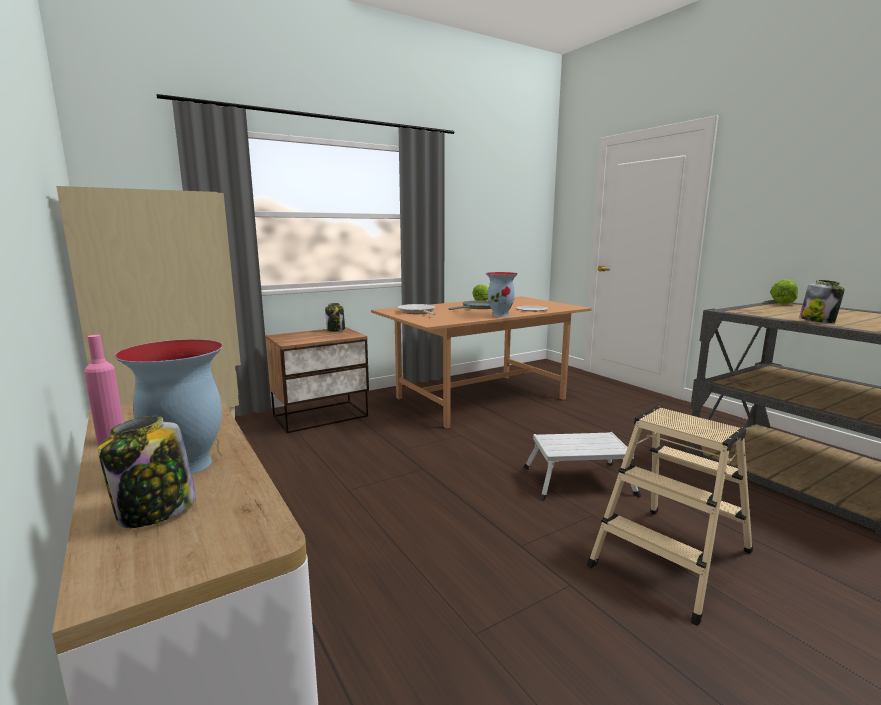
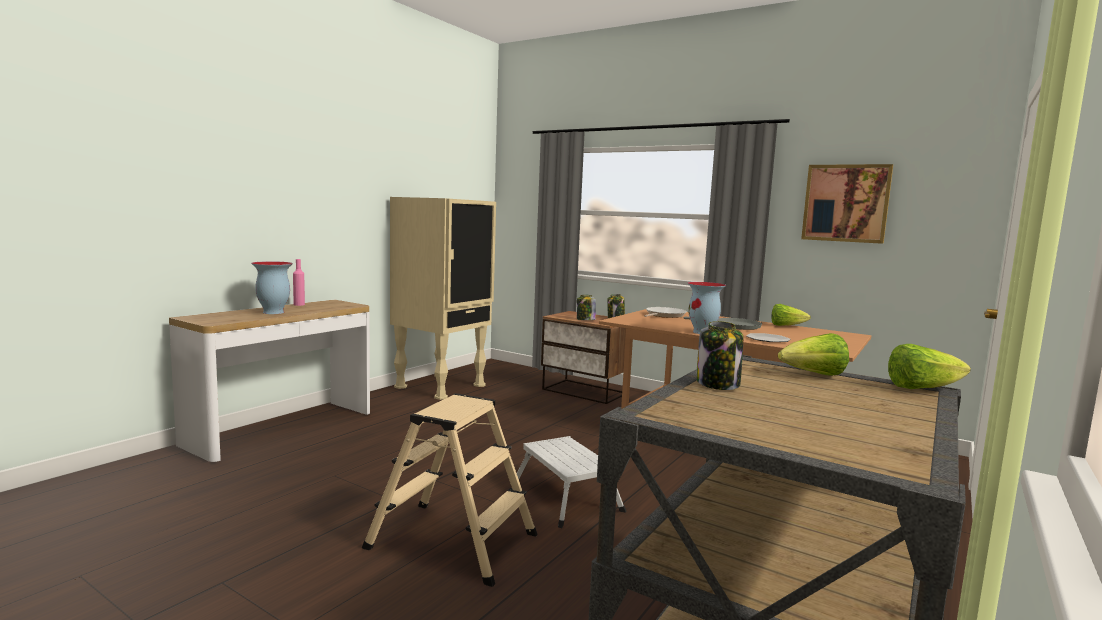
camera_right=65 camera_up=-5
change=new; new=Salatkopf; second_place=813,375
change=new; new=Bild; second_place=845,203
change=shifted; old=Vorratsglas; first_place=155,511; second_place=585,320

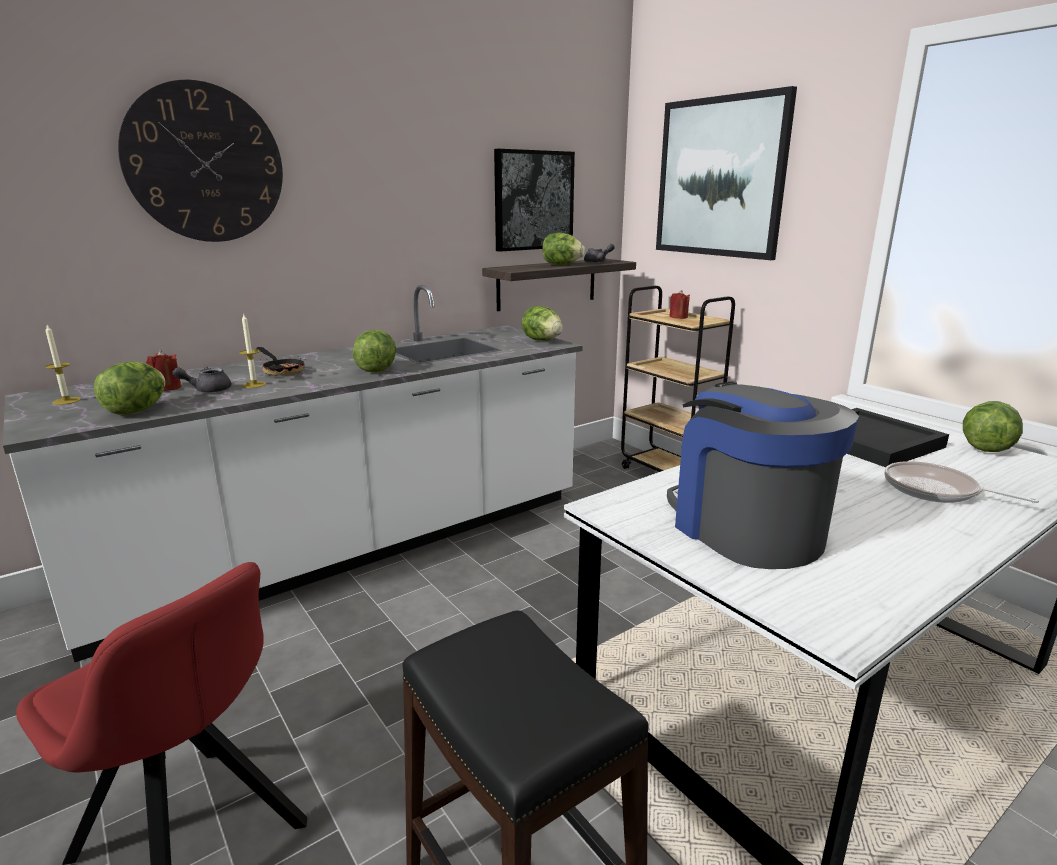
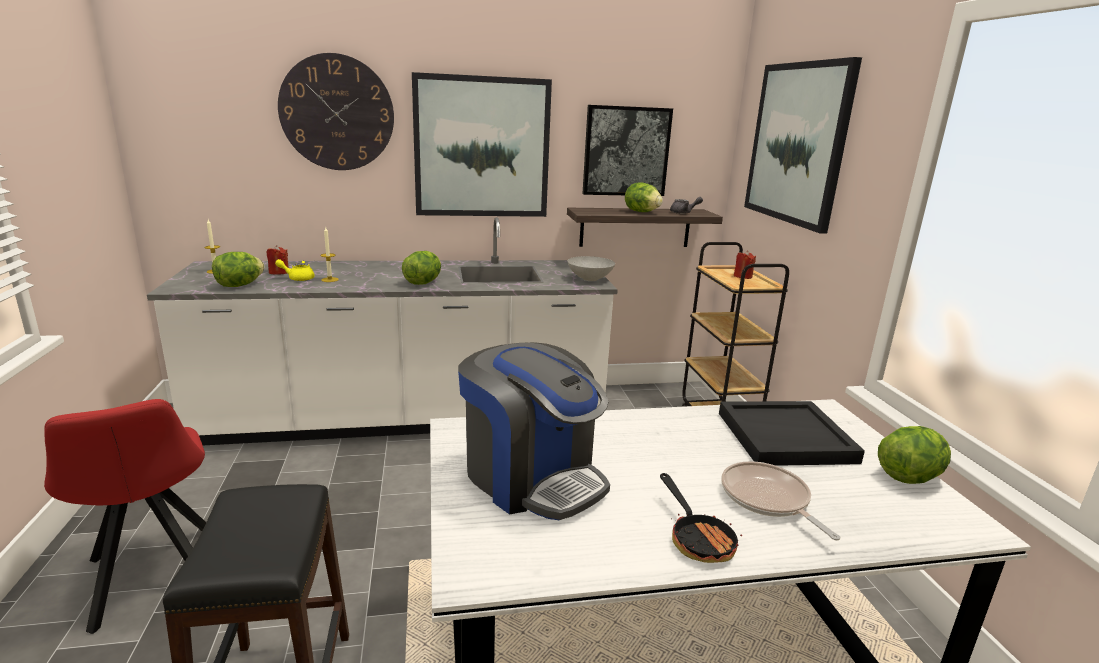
camera_right=25 camera_up=0
change=new; new=Bild; second_place=482,148
change=shifted; old=Pfanne; first_place=281,371; second_place=697,538
change=swapped; old=Salatkopf; new=Schüssel [grau]; first_place=542,340; second_place=590,279
change=repainted; old=Teekanne [grau]; new=Teekanne [gelb]; first_place=207,390; second_place=298,278
change=rotated; old=Kaffeemaschine; first_place=745,528; second_place=532,477; degrees=135

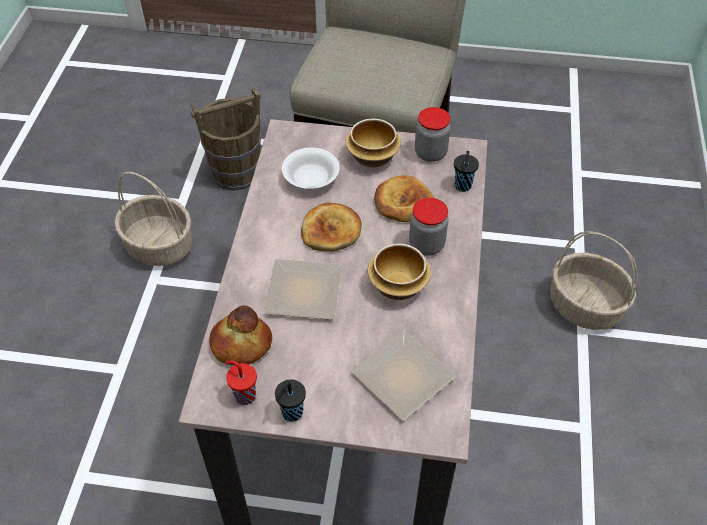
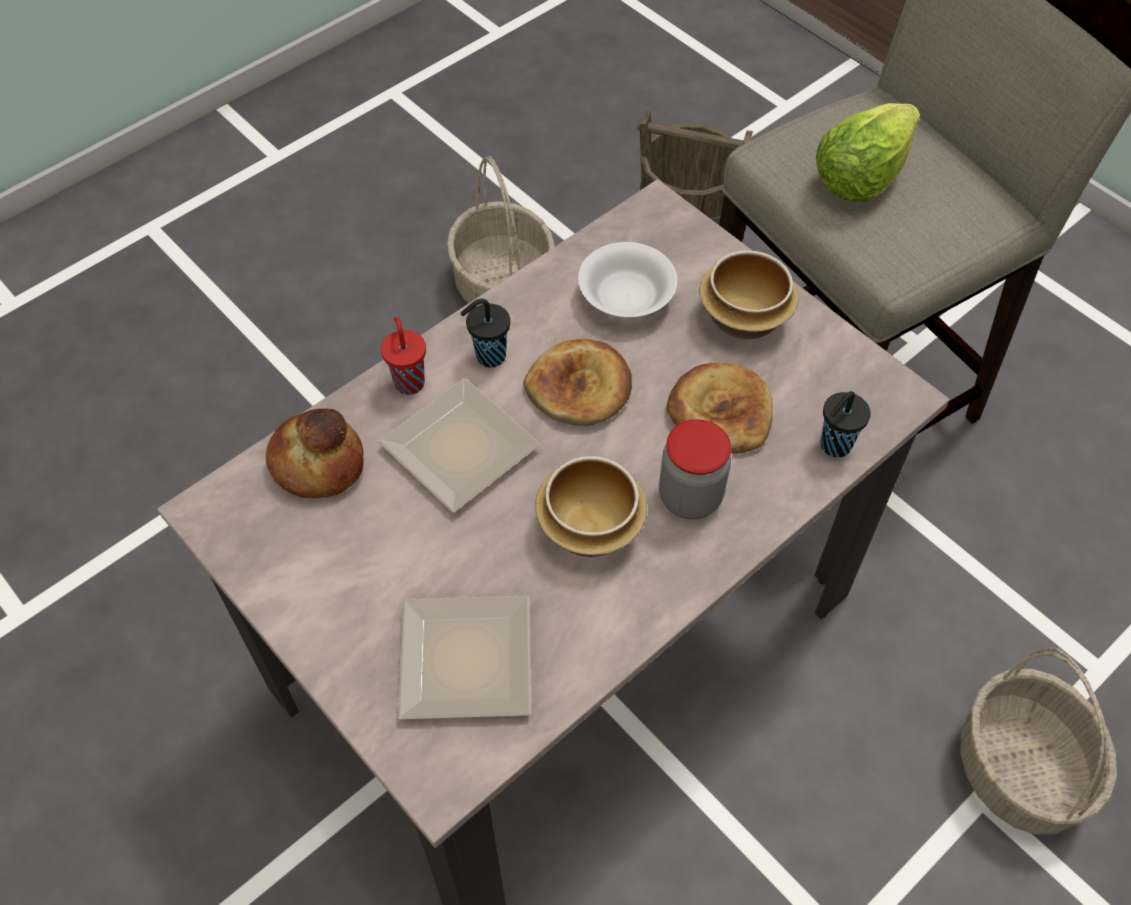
camera_right=40 camera_up=5
change=gone; old=Vorratsglas; first_place=430,153
change=new; new=Salatkopf; second_place=860,177
change=shifted; old=Tasse [rot]; first_place=244,395; second_place=409,381
change=shifted; old=Tasse [schwarz]; first_place=291,413; second_place=488,356

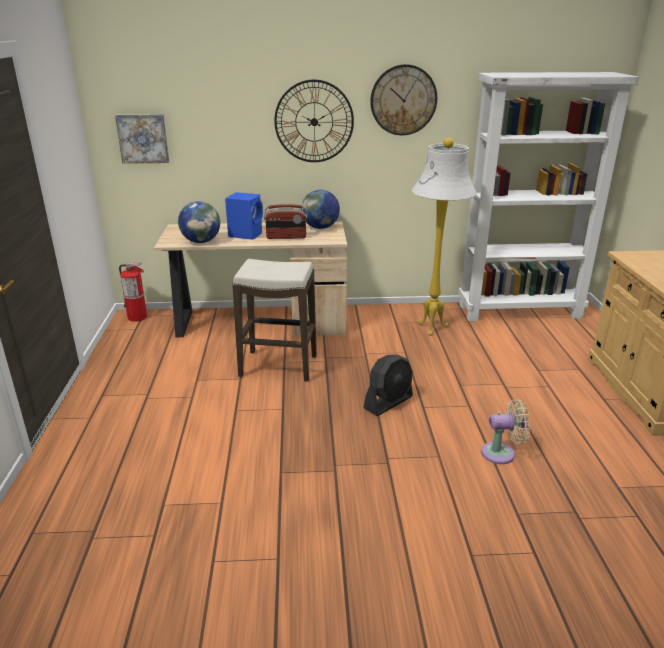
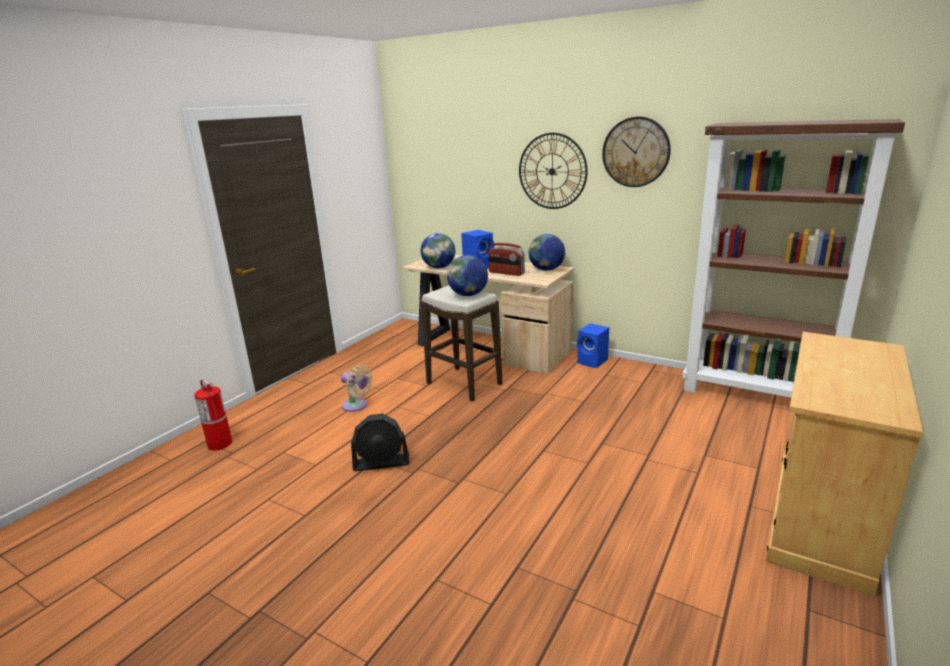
camera_right=35 camera_up=-5
change=gone; old=Bild; first_place=143,138
change=gone; old=Stehlampe [weiß]; first_place=432,329
change=new; new=Globus; second_place=468,295
change=new; new=Lautsprecher [blau]; second_place=593,362
change=shifted; old=Feuerlöscher; first_place=137,317; second_place=220,444
change=shifted; old=Ventilator [schwarz]; first_place=388,402; second_place=381,463
change=shifted; old=Ventilator [beige]; first_place=502,453; second_place=357,406
change=repainted; old=Bücherregal [weiß]; new=Bücherregal [braun]; first_place=520,311; second_place=757,394

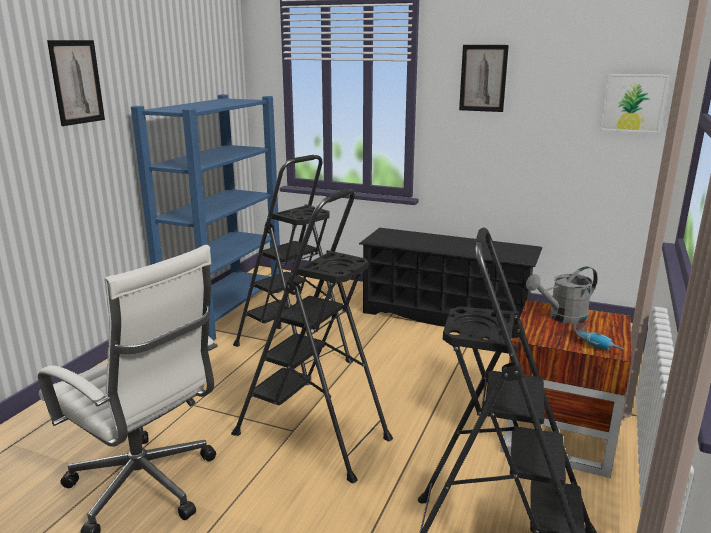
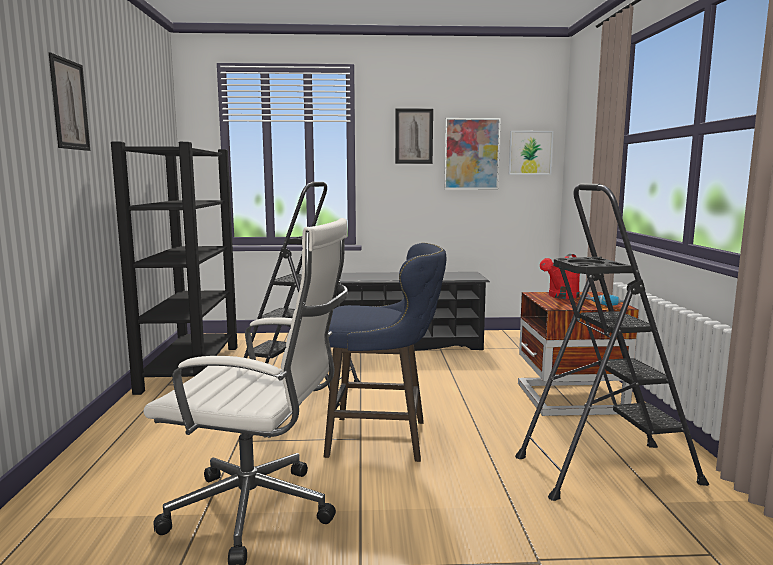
camera_right=-25 camera_up=-10
change=new; new=Bild; second_place=471,154
change=swapped; old=Trittleiter; new=Hocker [blau]; first_place=313,436; second_place=383,438
change=repainted; old=Bücherregal [blau]; new=Bücherregal [schwarz]; first_place=224,309; second_place=190,368
change=repainted; old=Gießkanne [grau]; new=Gießkanne [rot]; first_place=562,317; second_place=561,296

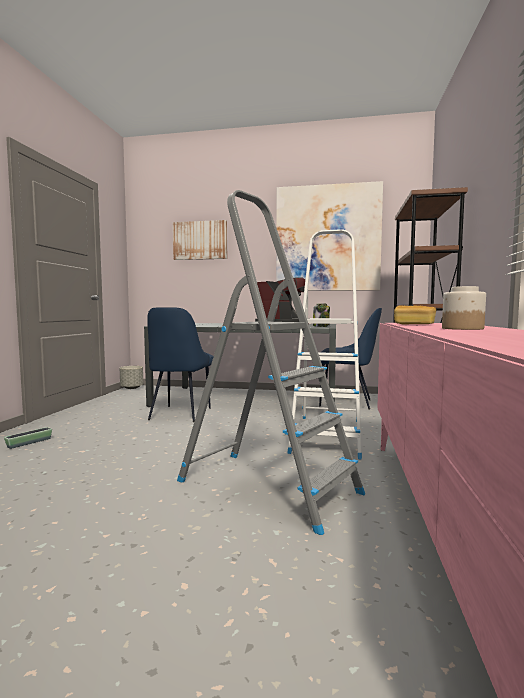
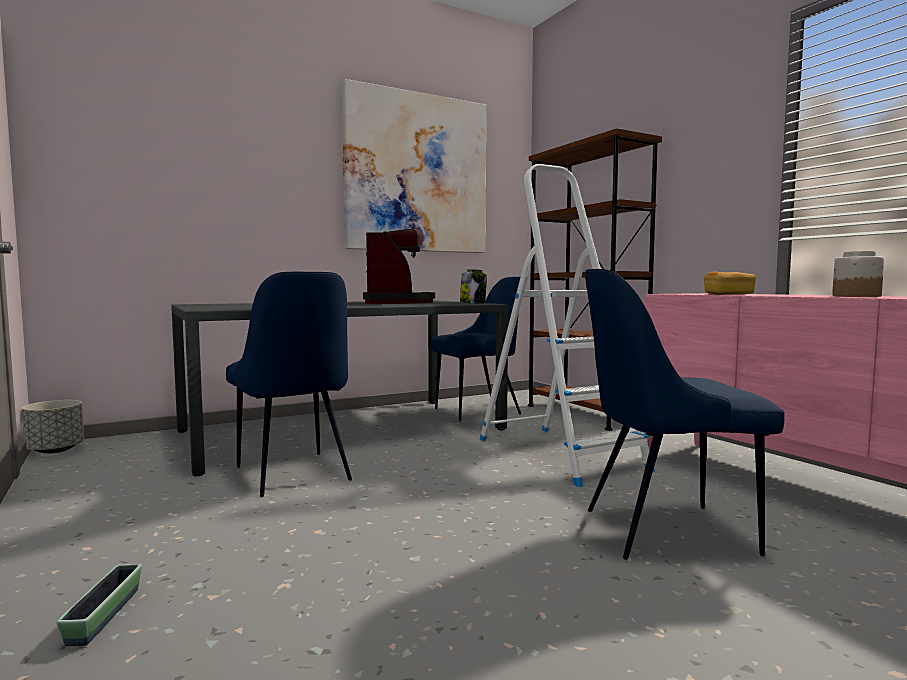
camera_right=-40 camera_up=0
change=gone; old=Bild; first_place=200,240
change=swapped; old=Trittleiter [grau]; new=Stuhl [blau]; first_place=268,487; second_place=667,531

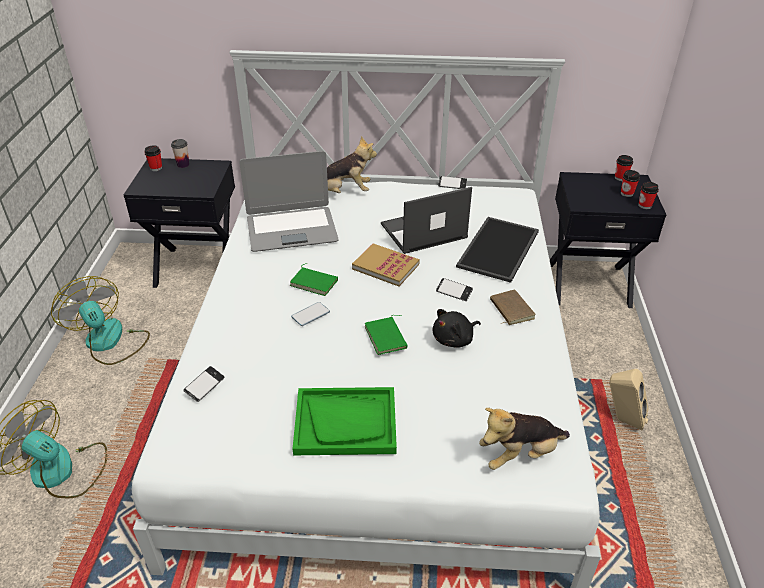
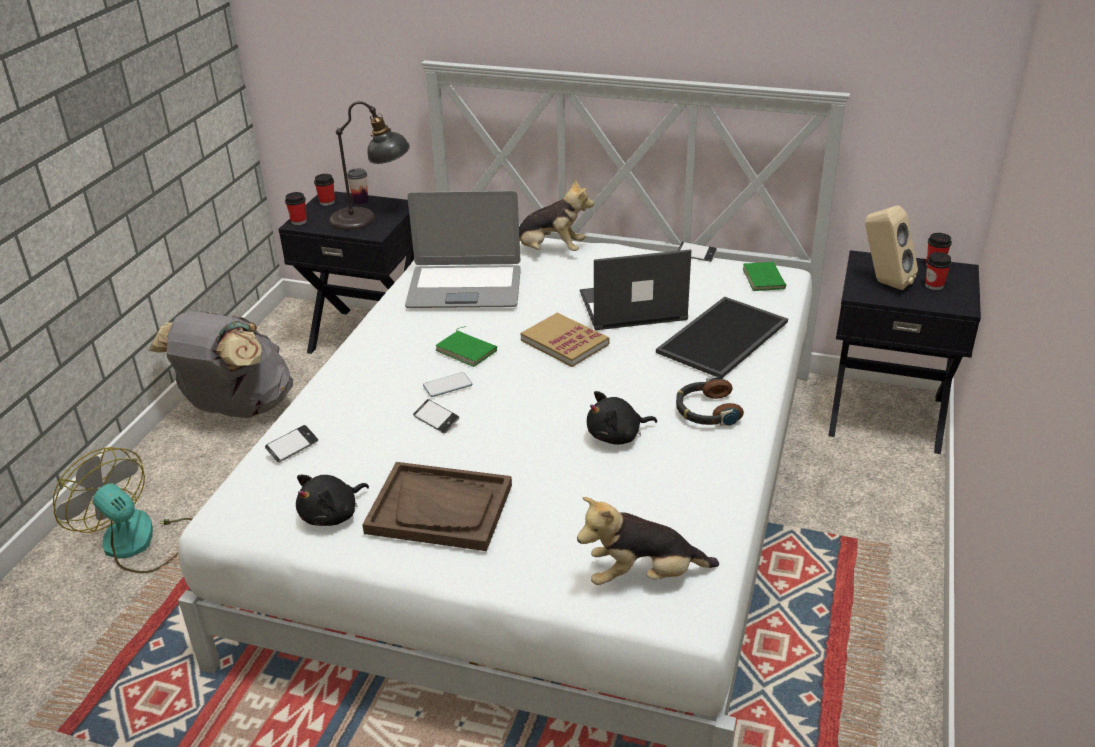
camera_right=15 camera_up=-5
change=new; new=Plüschtier [schwarz]; second_place=332,515
change=new; new=Tischlampe [grau]; second_place=372,216
change=shifted; old=Buch [grün]; first_place=387,337; second_place=765,279
change=shifted; old=Handy; first_place=454,292; second_place=436,420
change=shifted; old=Lautsprecher [beige]; first_place=622,419; second_place=883,283
change=shifted; old=Tasse; first_place=644,205; second_place=299,221
change=swapped; old=Ventilator; new=Rucksack [grau]; first_place=109,342; second_place=236,409
change=swapped; old=Buch [braun]; new=Kopfhörer; first_place=510,309; second_place=706,411
change=repainted; old=Tablett [grün]; new=Tablett [braun]; first_place=346,423; second_place=440,509

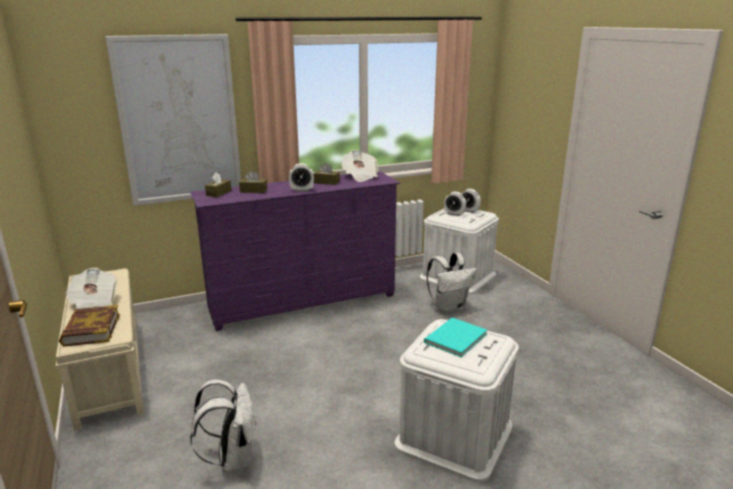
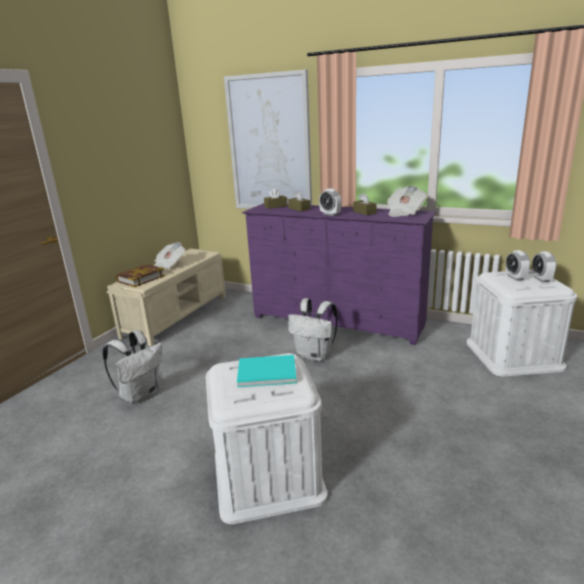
camera_right=50 camera_up=0
change=shifted; old=Rucksack [weiß]; first_place=449,307; second_place=315,355

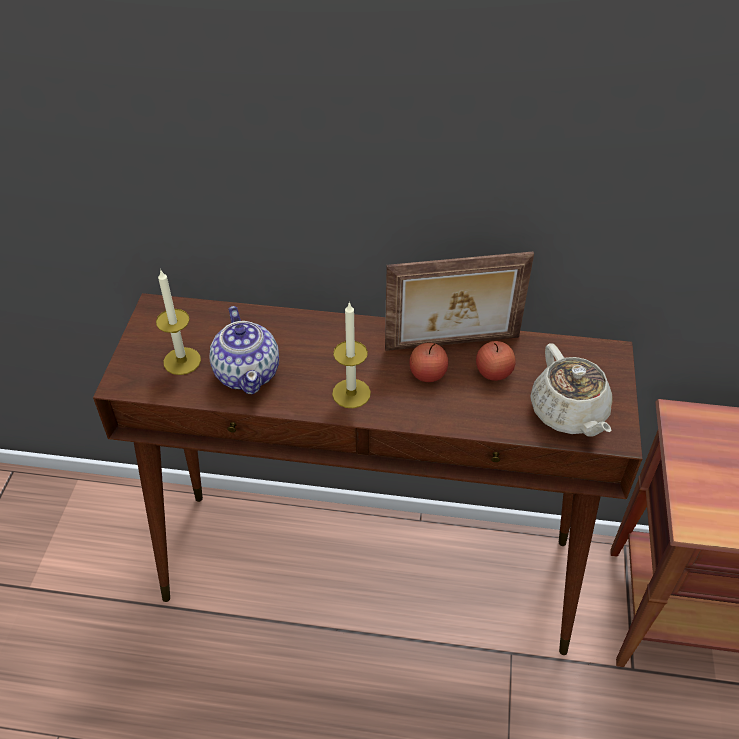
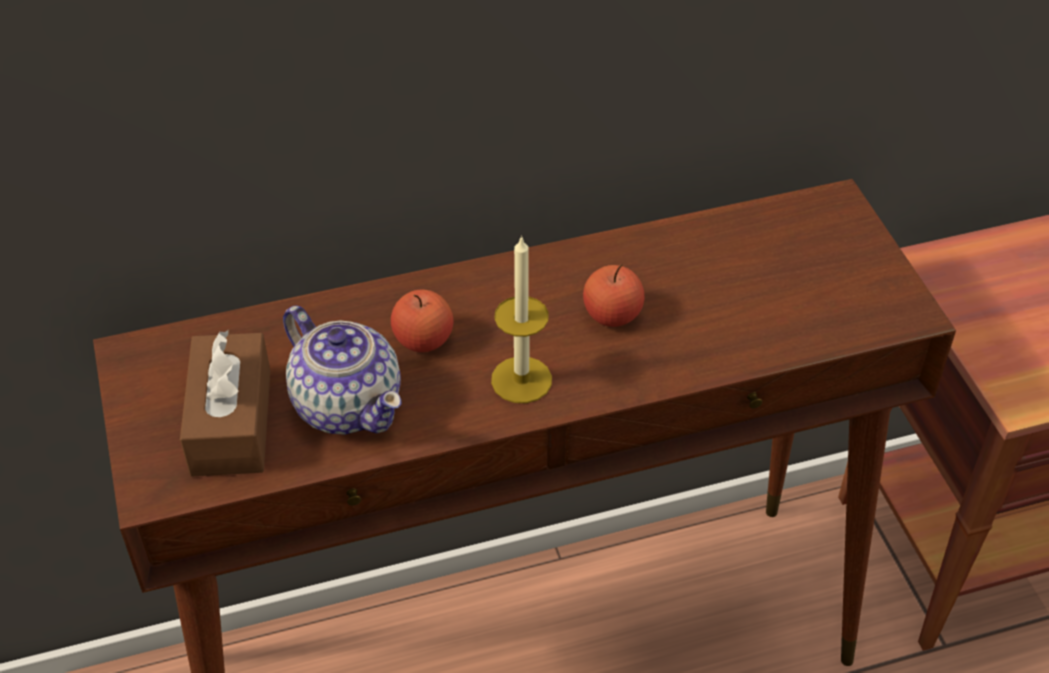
camera_right=-25 camera_up=0
change=gone; old=Bilderrahmen; first_place=452,344
change=gone; old=Teekanne [beige]; first_place=568,413
change=shifted; old=Apfel; first_place=493,372; second_place=423,339
change=swapped; old=Kerze; new=Taschentuchbox [braun]; first_place=182,361; second_place=231,422

